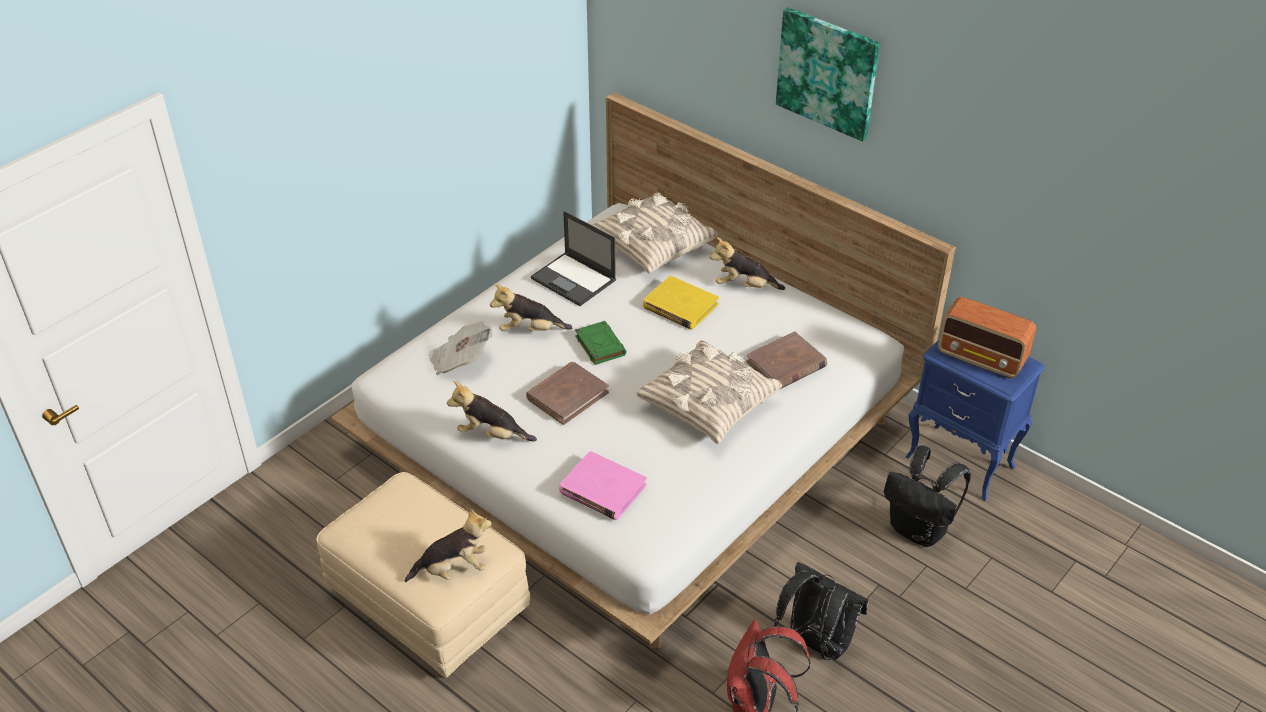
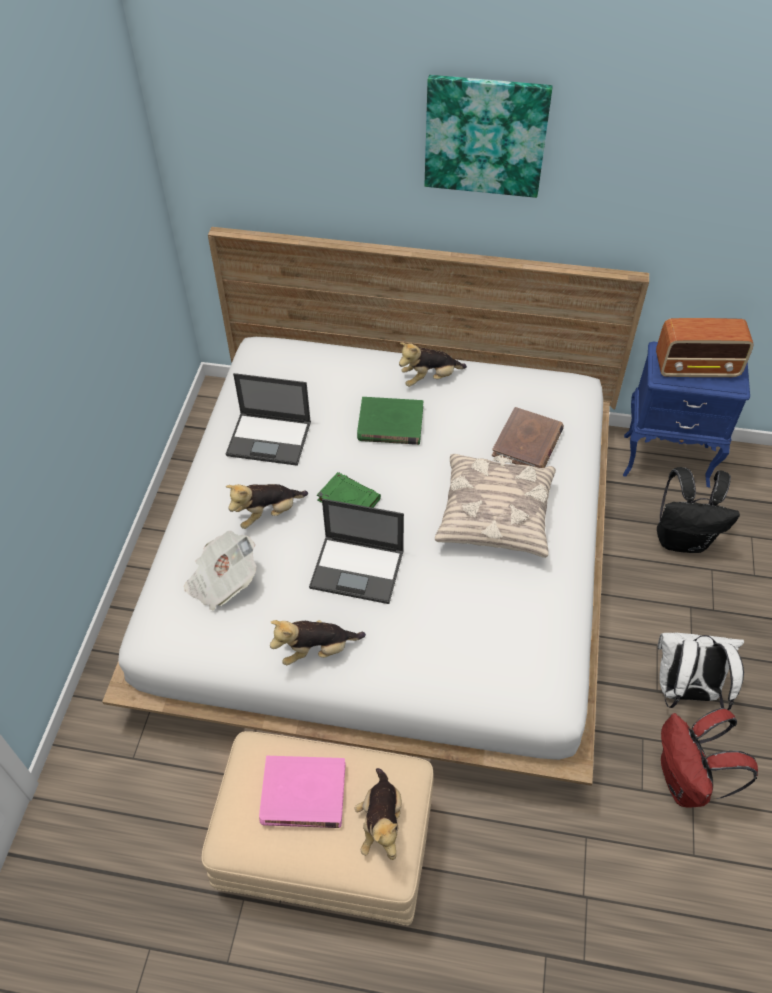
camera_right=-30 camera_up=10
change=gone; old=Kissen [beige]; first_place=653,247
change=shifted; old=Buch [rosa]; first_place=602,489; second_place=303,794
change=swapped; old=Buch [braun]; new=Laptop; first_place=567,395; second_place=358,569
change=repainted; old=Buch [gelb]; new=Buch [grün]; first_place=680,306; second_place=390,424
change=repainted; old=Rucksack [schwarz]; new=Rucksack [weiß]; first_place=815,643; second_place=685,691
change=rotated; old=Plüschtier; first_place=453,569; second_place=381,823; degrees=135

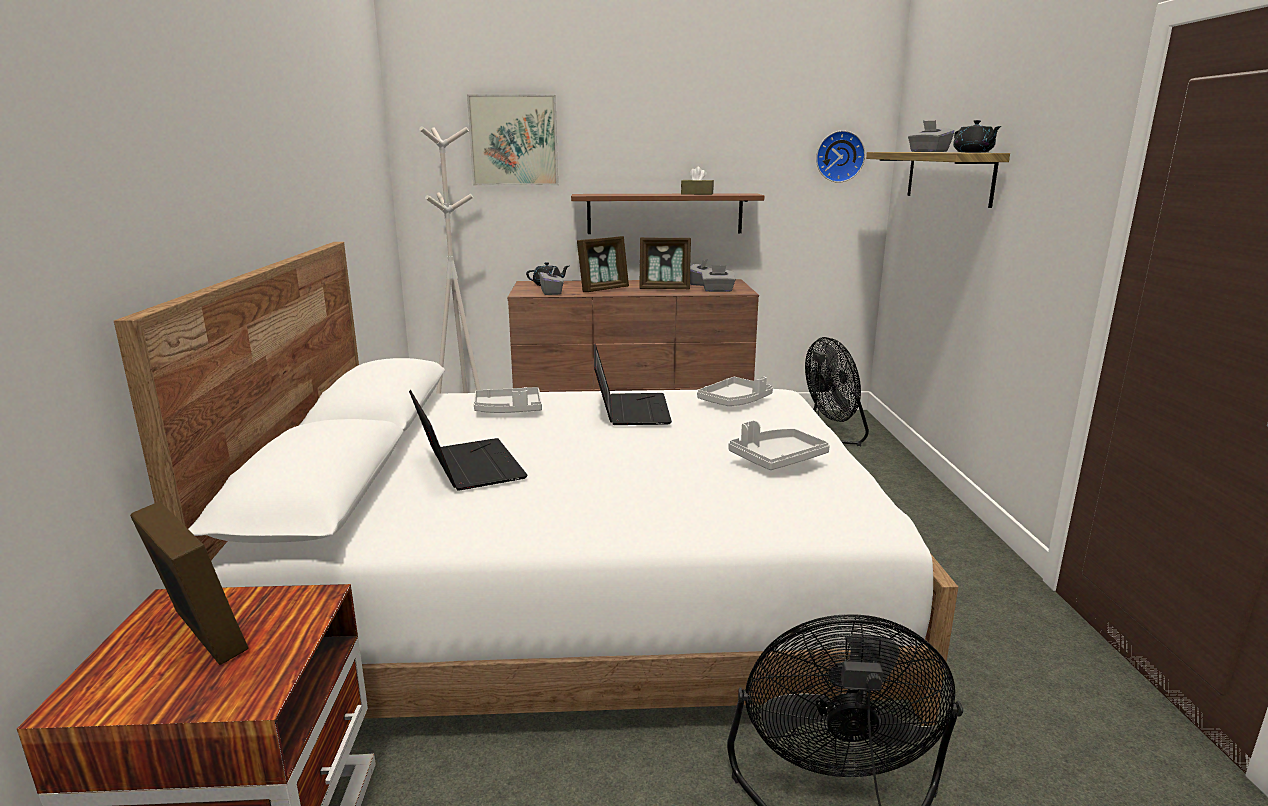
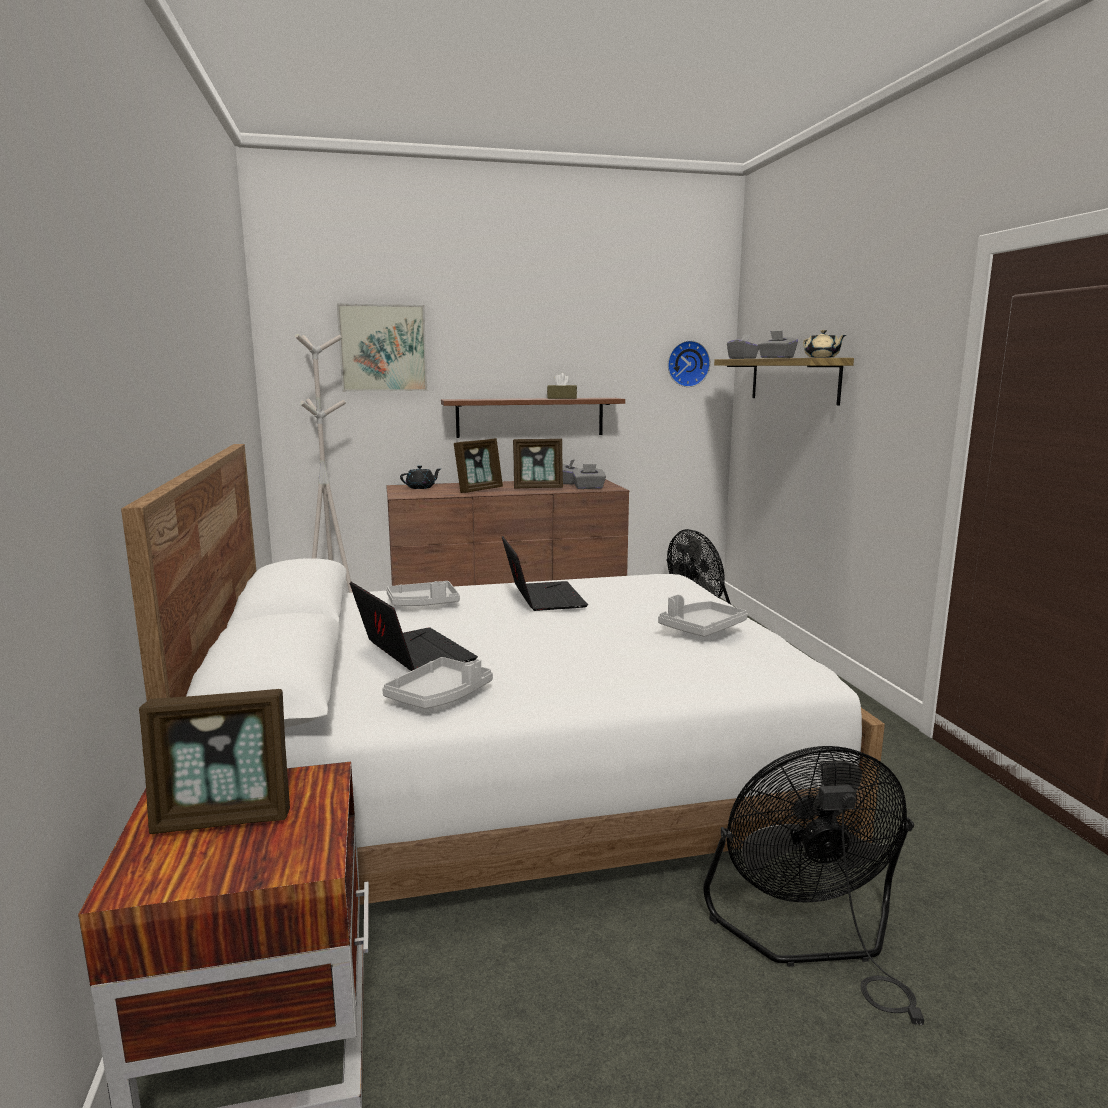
camera_right=-10 camera_up=-5
change=shifted; old=Taschentuchbox [grau]; first_place=551,292; second_place=742,358
change=shifted; old=Tablett [grau]; first_place=735,401; second_place=440,696
change=repainted; old=Teekanne [schwarz]; new=Teekanne [beige]; first_place=973,152; second_place=822,357
change=rotated; old=Bilderrahmen; first_place=200,636; second_place=224,818; degrees=135

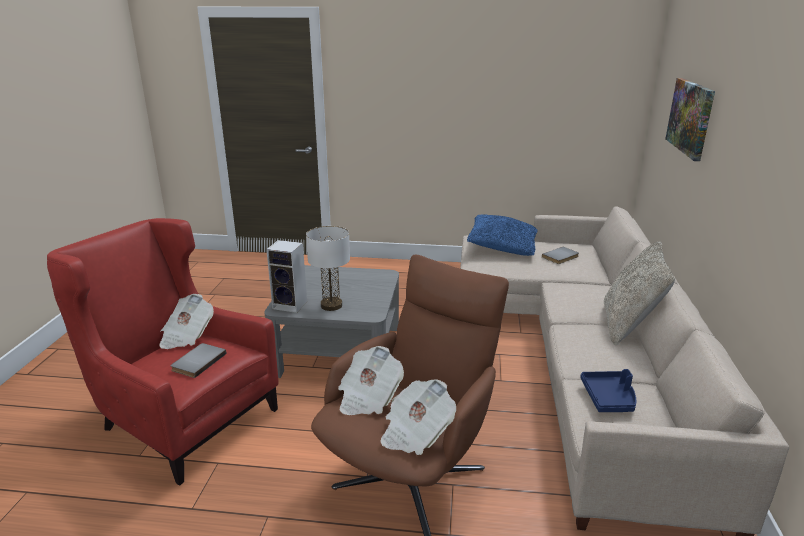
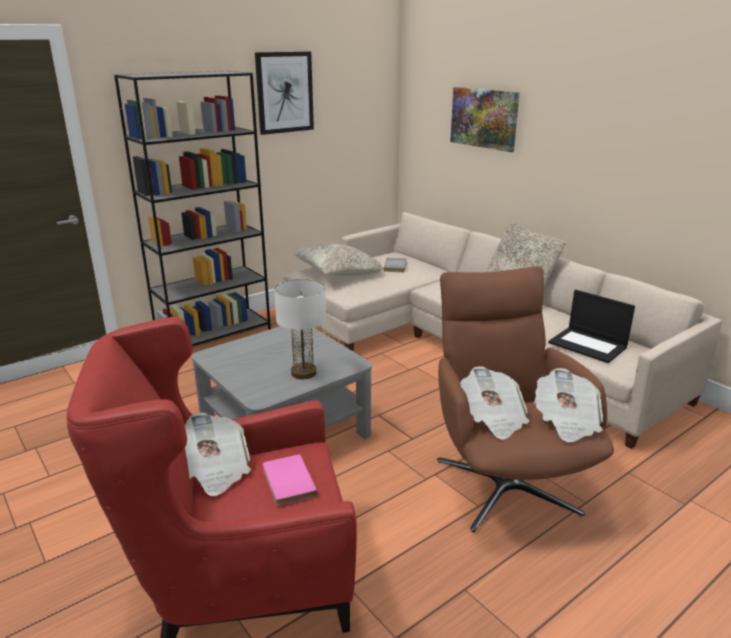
camera_right=-45 camera_up=0
change=gone; old=Lautsprecher; first_place=291,305
change=new; new=Bücherregal [grau]; second_place=215,336
change=new; new=Bild; second_place=284,92
change=swapped; old=Tablett [blau]; new=Laptop; first_place=609,398; second_place=588,345
change=repainted; old=Buch [grau]; new=Buch [rosa]; first_place=197,361; second_place=286,482
change=repainted; old=Kissen [blau]; new=Kissen [beige]; first_place=502,246; second_place=338,272

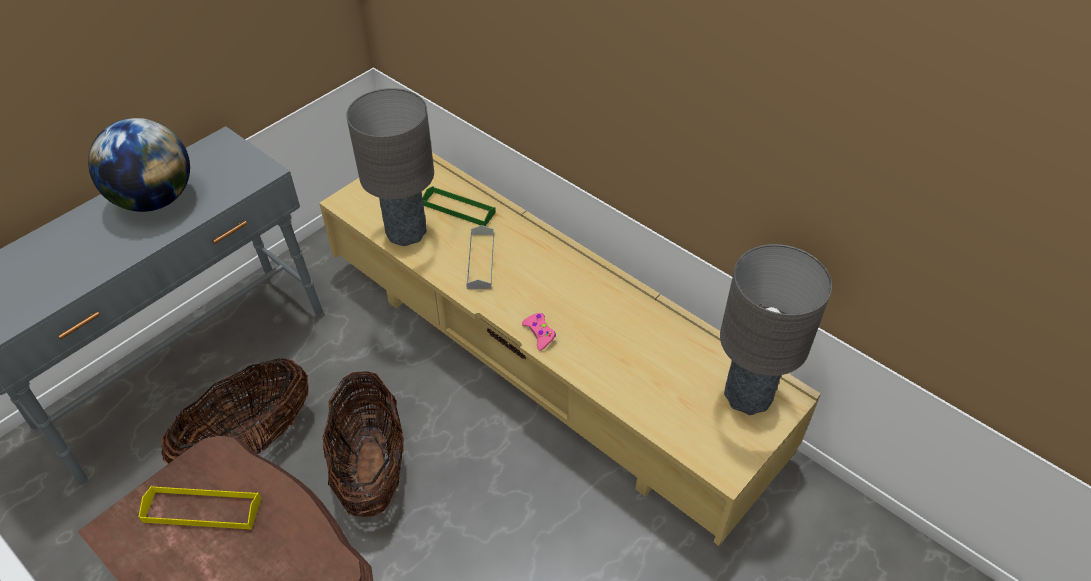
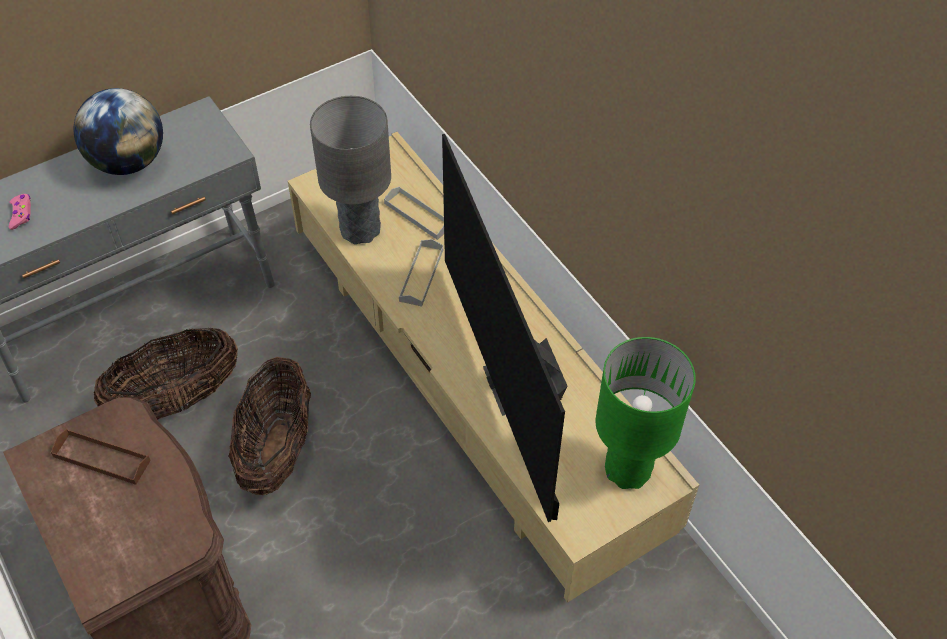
camera_right=15 camera_up=5
change=new; new=Fernseher; second_place=512,386
change=shifted; old=Gamepad [rosa]; first_place=539,334; second_place=21,214
change=repainted; old=Tablett [gelb]; new=Tablett [braun]; first_place=202,510; second_place=102,458
change=repainted; old=Tablett [grün]; new=Tablett [grau]; first_place=458,208; second_place=418,215
change=repainted; old=Tischlampe [grau]; new=Tischlampe [grün]; first_place=747,395; second_place=627,469

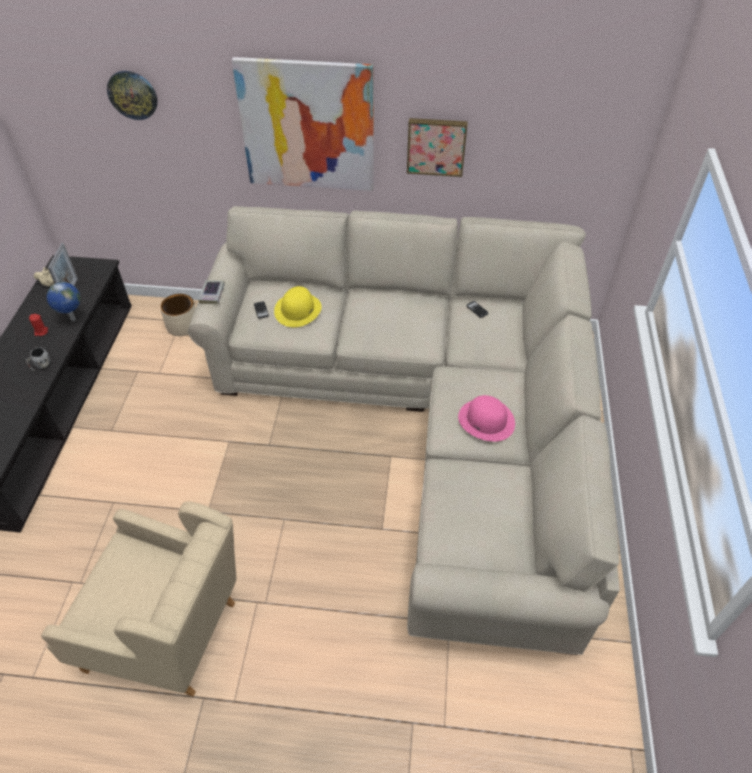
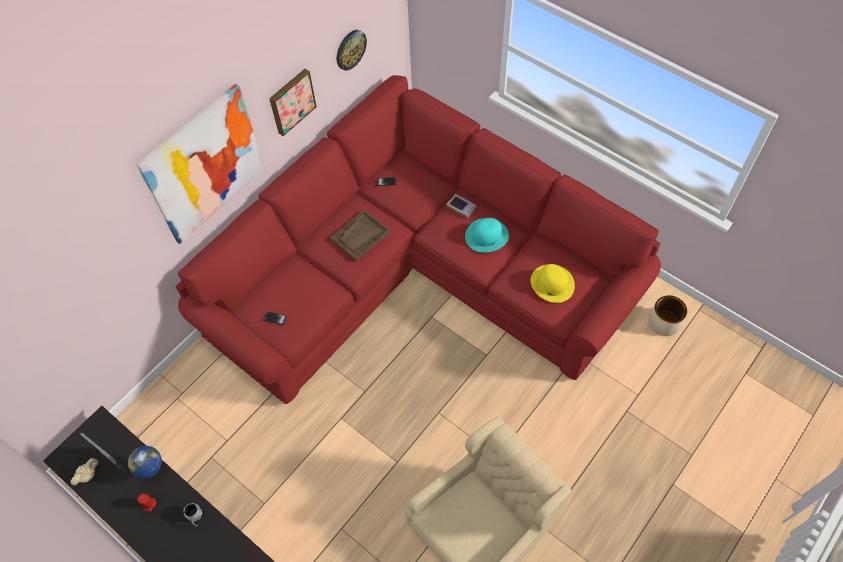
camera_right=-55 camera_up=10
change=new; new=Tablett [braun]; second_place=360,236
change=shifted; old=Wanduhr; first_place=132,95; second_place=350,49
change=shifted; old=Pflanzkübel [beige]; first_place=183,325; second_place=664,322
change=shifted; old=Buch; first_place=212,294; second_place=461,207
change=shifted; old=Hut [gelb]; first_place=298,309; second_place=552,283
change=repainted; old=Sofa [beige]; new=Sofa [rot]; first_place=426,421; second_place=417,277
change=repainted; old=Hut [rosa]; new=Hut [türkis]; first_place=486,420; second_place=487,235

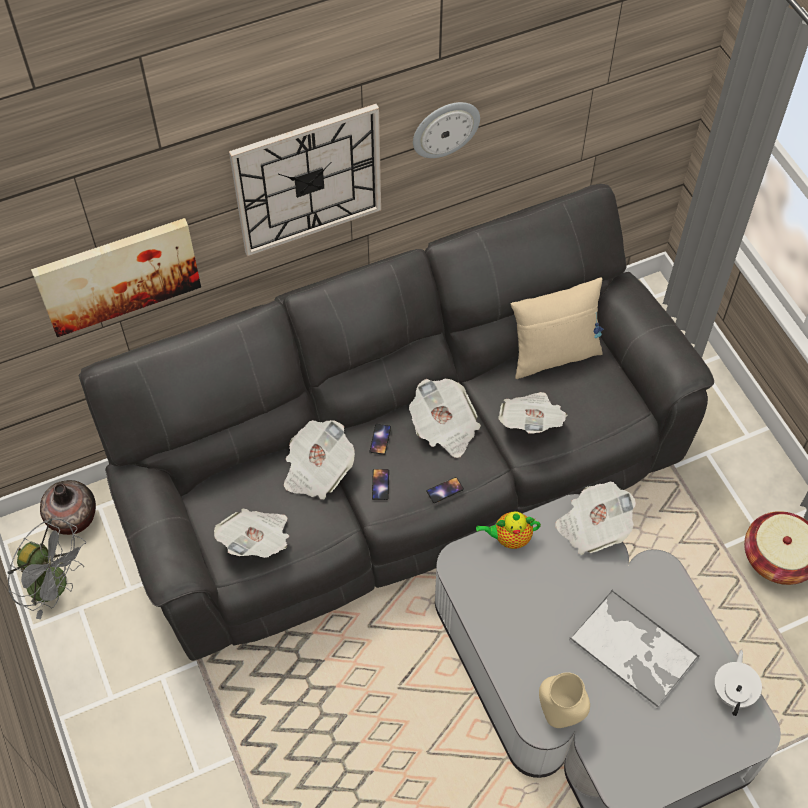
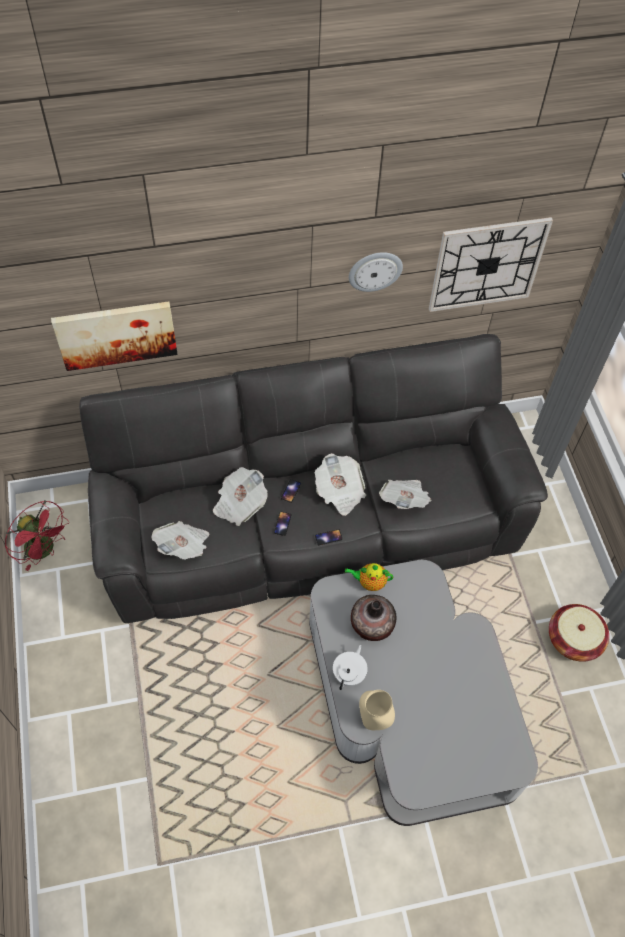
camera_right=10 camera_up=0
change=gone; old=Kissen [beige]; first_place=553,355
change=gone; old=Zeitung; first_place=592,527
change=gone; old=Tablett; first_place=634,649
change=shifted; old=Vase; first_place=72,517; second_place=371,625
change=shifted; old=Wanduhr; first_place=308,180; second_place=487,264
change=shifted; old=Teekanne [weiß]; first_place=733,692; second_place=349,674
change=repainted; old=Ventilator [grau]; new=Ventilator [rot]; first_place=56,586; second_place=44,550

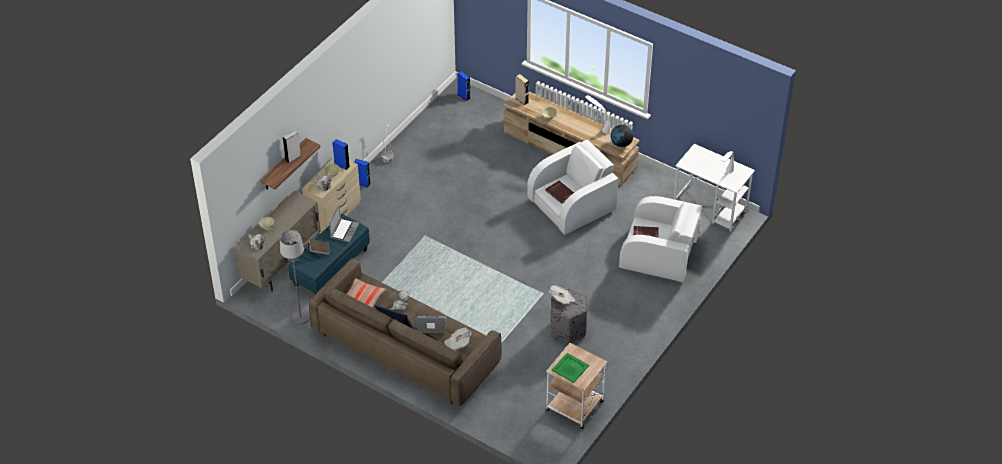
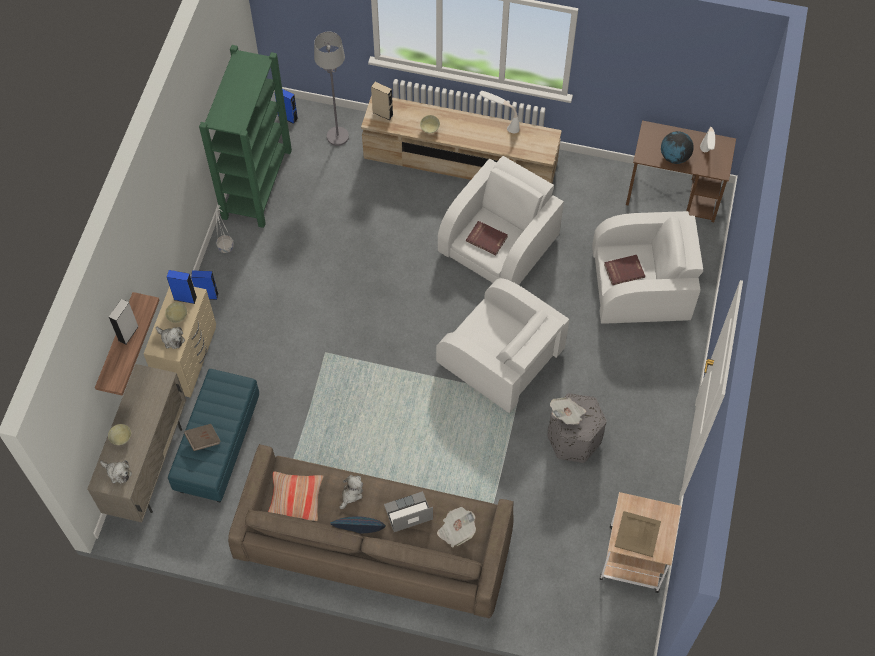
camera_right=-20 camera_up=15
change=gone; old=Laptop; first_place=344,230
change=new; new=Bücherregal [grün]; second_place=257,183
change=new; new=Sessel [weiß]; second_place=501,359
change=shifted; old=Stehlampe [grau]; first_place=300,318; second_place=337,137
change=shifted; old=Globus; first_place=621,144; second_place=674,157
change=repainted; old=Tablett [grün]; new=Tablett [beige]; first_place=570,367; second_place=637,533
change=repainted; old=Schreibtisch [weiß]; new=Schreibtisch [braun]; first_place=710,208; second_place=674,194

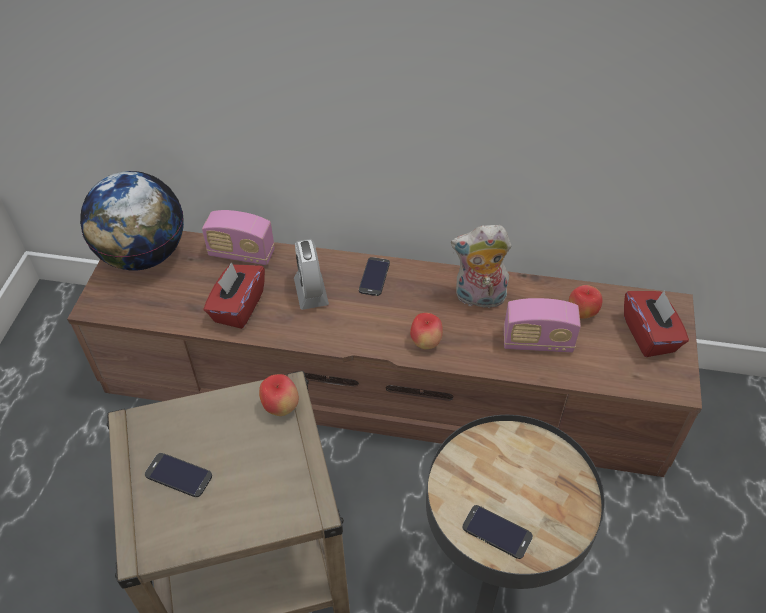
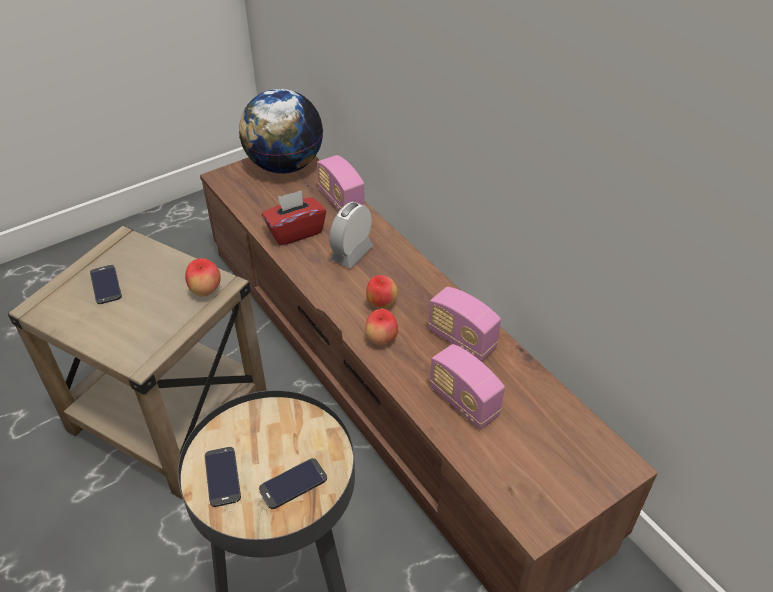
camera_right=45 camera_up=-5
change=gone; old=Taschentuchbox [rot]; first_place=649,335
change=shifted; old=Handy; first_place=374,277; second_place=293,483
change=shifted; old=Apfel; first_place=582,313; second_place=381,304
change=swapped; old=Plüschtier; new=Radio; first_place=479,298; second_place=461,340

